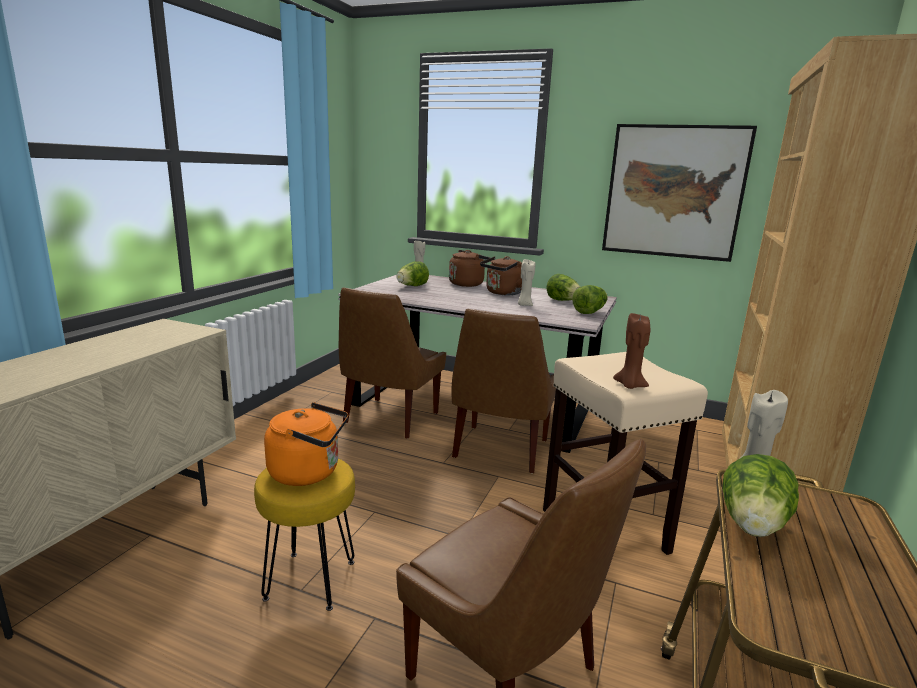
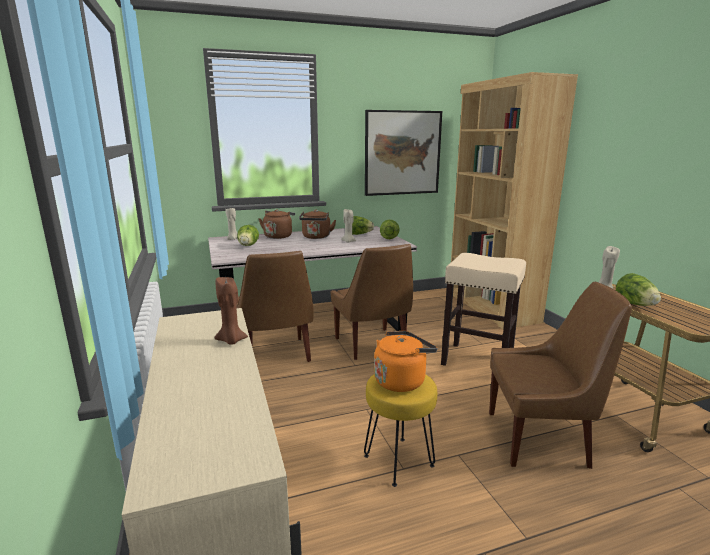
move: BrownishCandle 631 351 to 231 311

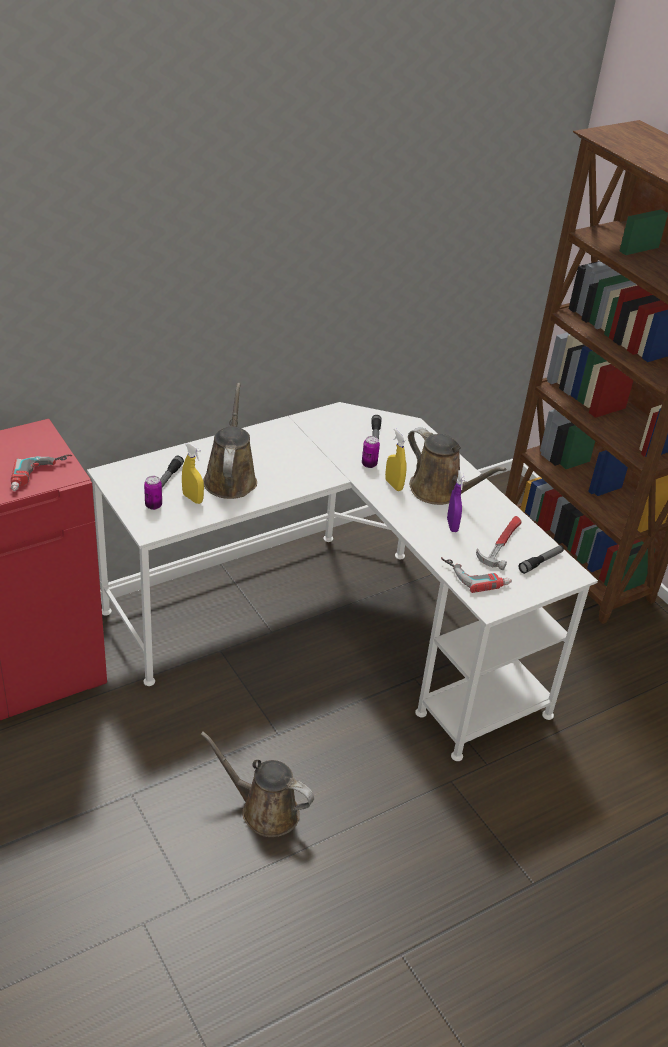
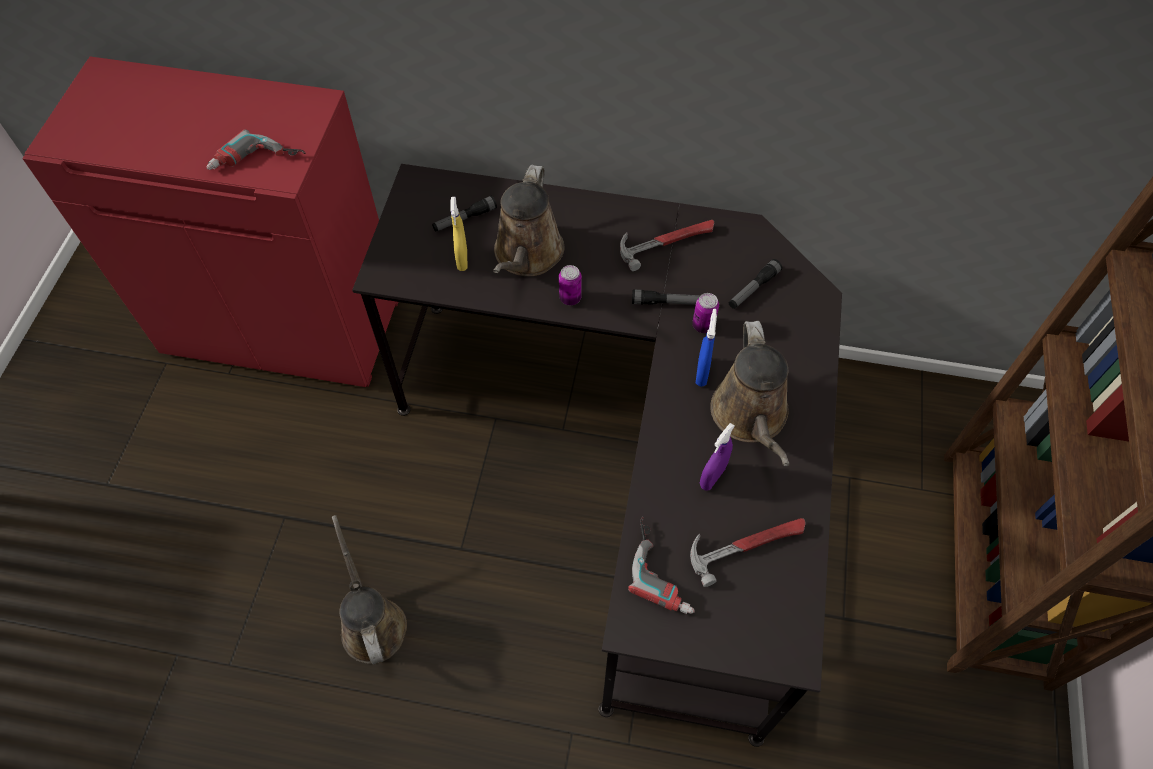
insert: ToolHammer 667 245
move: Can 153 493 to 570 285; Torch 541 559 to 666 297
recolor: WhiteDeskTable 342 581 to BlackDeskTable 597 455; YellowColouredSprayer 396 459 to BlueColouredSprayer 706 348
rotate: BrownishSprinklingCan 230 441 = 528 220 150 degrees clockwise

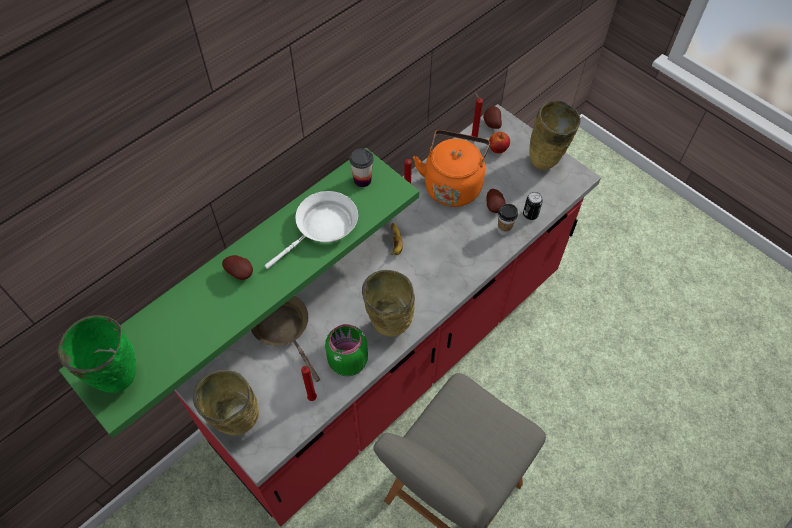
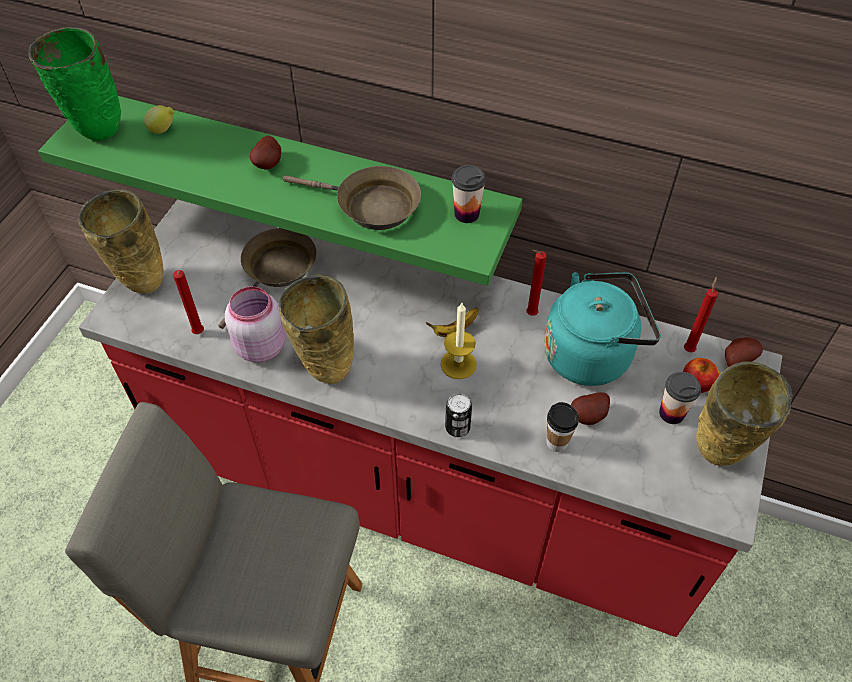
insert: Lemon 159 119; Candle 459 341; Cup 680 398
move: Can 533 206 to 458 415
recolor: WhiteSkillet 311 230 to BrownishSkillet 352 198; GreenishStorageJar 346 350 to PinkColouredStorageJar 255 325; OrangeTeaKettle 451 168 to BlueGreenTeaKettle 602 329

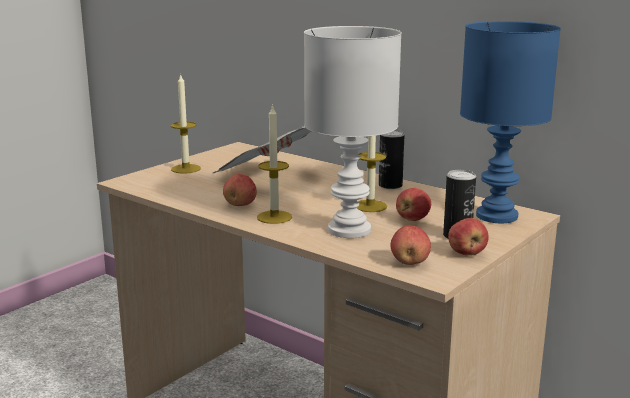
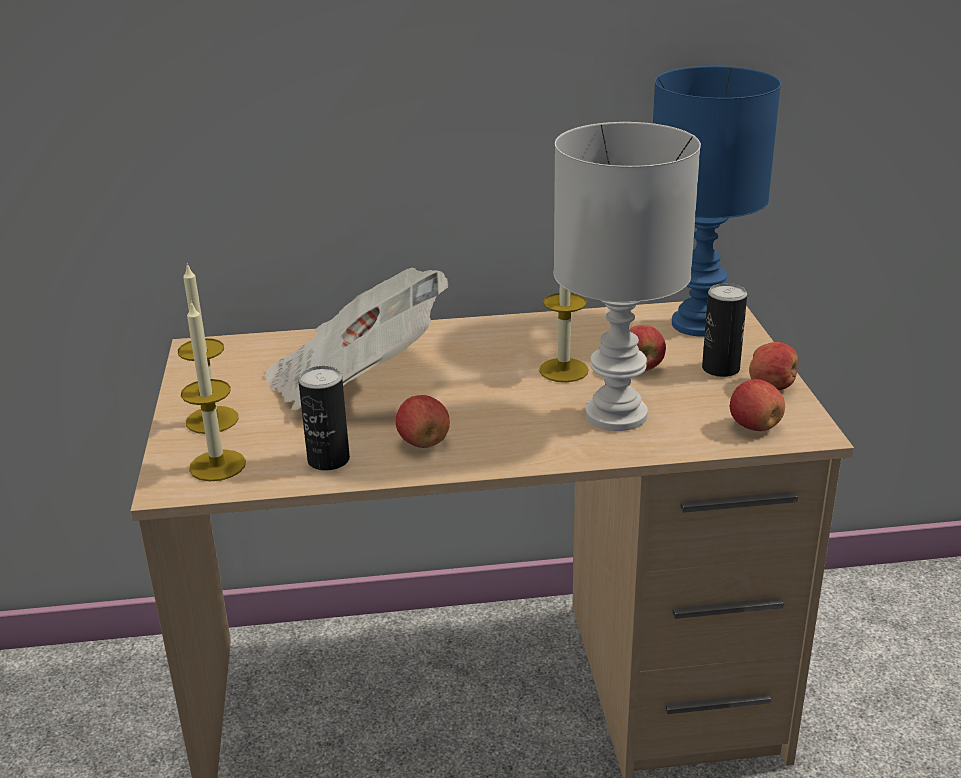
move: Candle 274 164 to 213 391; Can 391 159 to 324 418

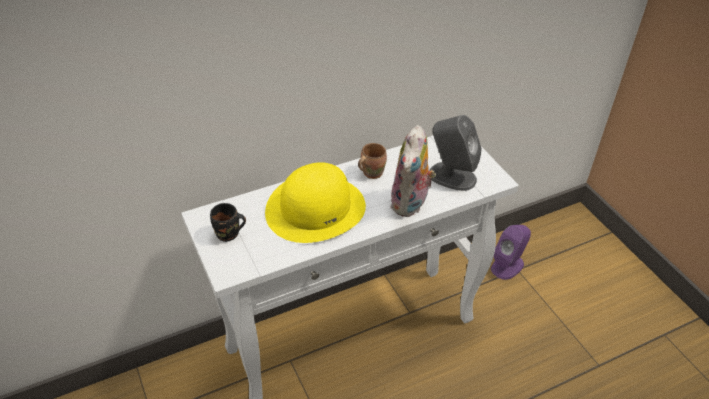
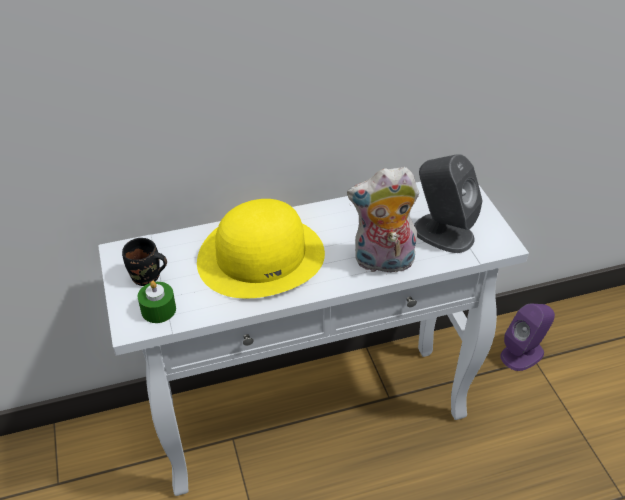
delete: BrownishMug 372 161
insert: GreenishCandle 157 302
rotate: CuddlyToy 413 171 = 383 222 60 degrees clockwise

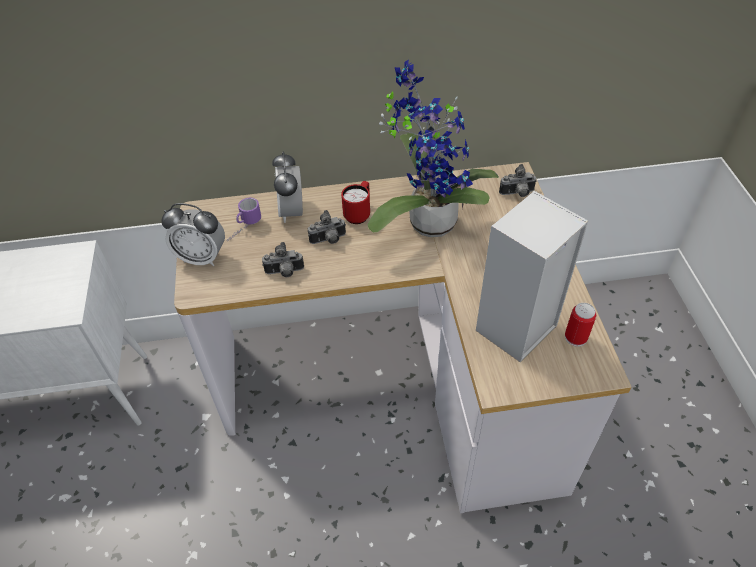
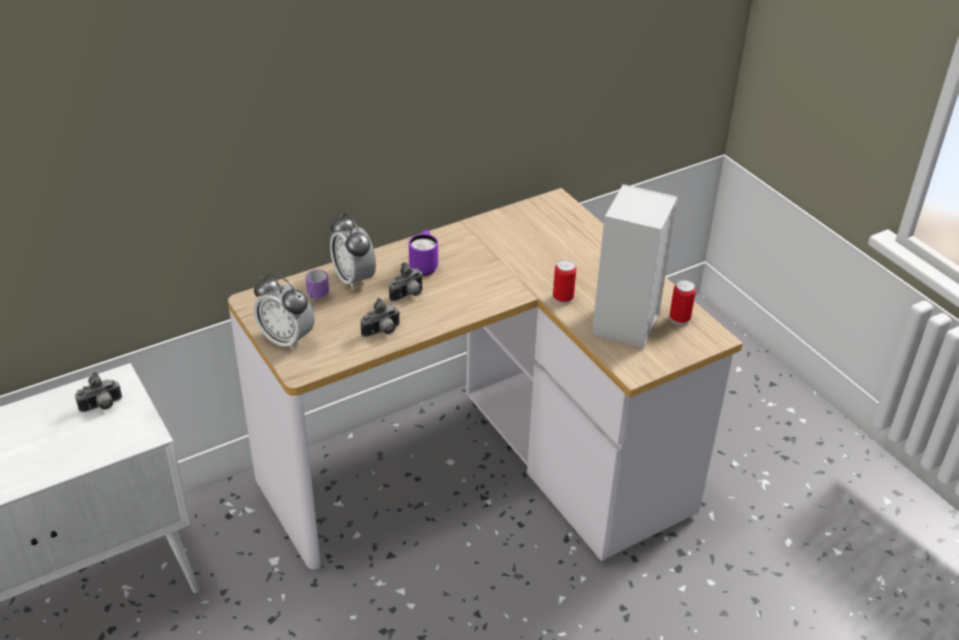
delete: Houseplant 433 148
insert: Can 564 282
move: PhotoCamera 518 180 to 98 392
recolor: RedMug 355 202 to PurplishMug 423 253
rotate: AlarmClock 193 234 = 284 312 45 degrees clockwise

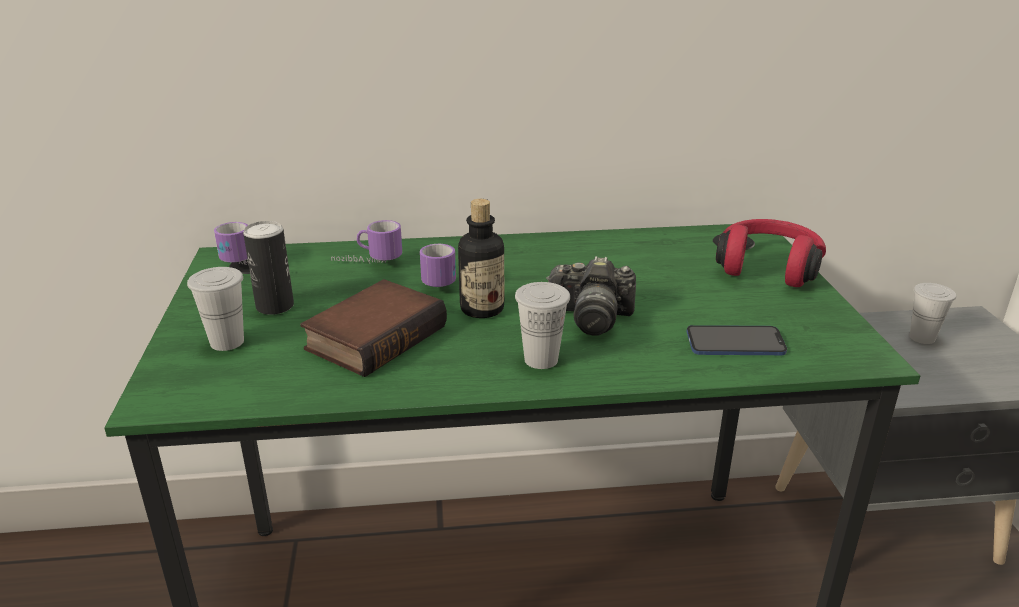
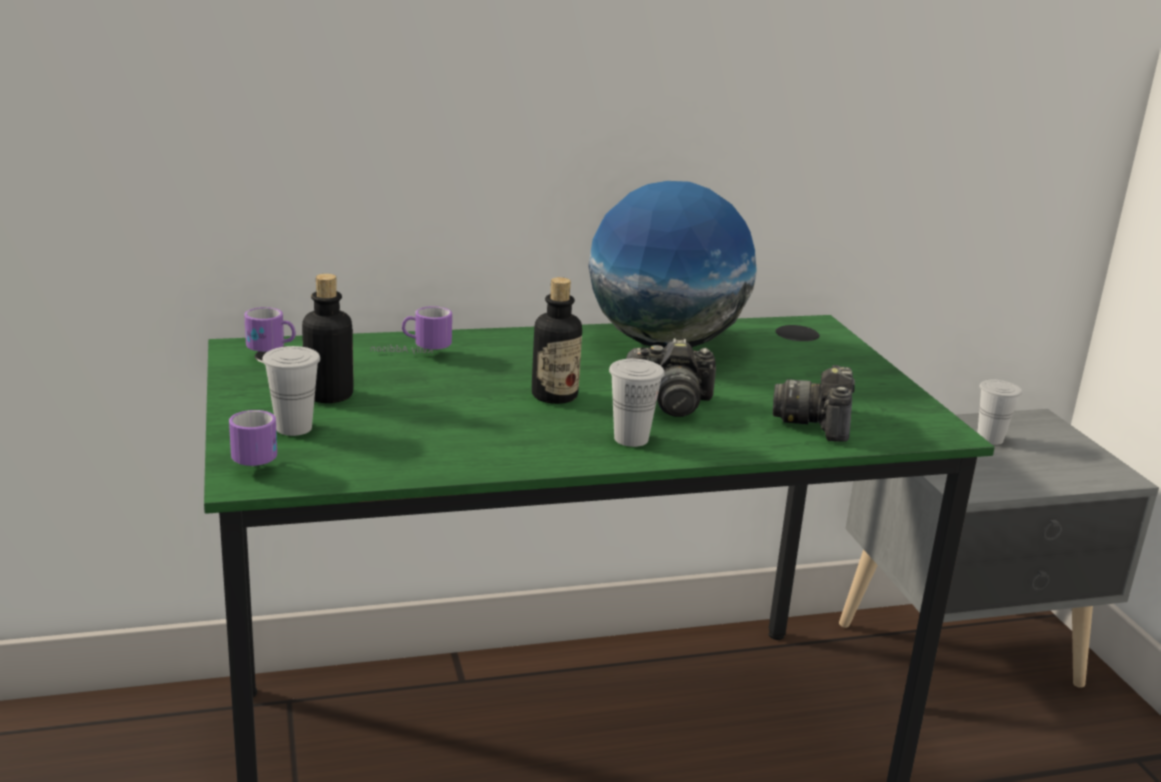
delete: Volume 373 328; RedHeadphones 771 253
insert: WorldGlobe 672 264
move: Mug 438 266 to 253 438
replace: Can 268 268 to Bottle 328 338; Phone 737 340 to PhotoCamera 814 403

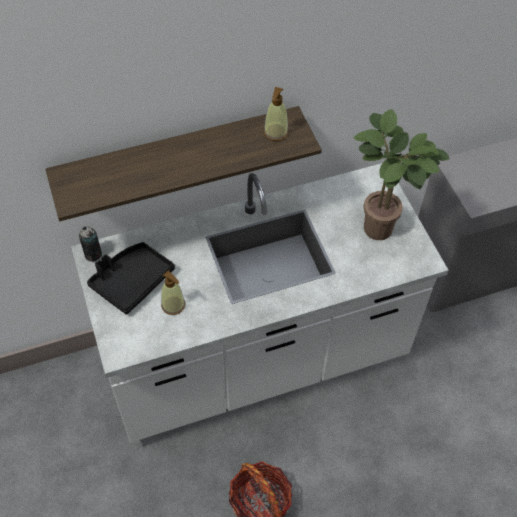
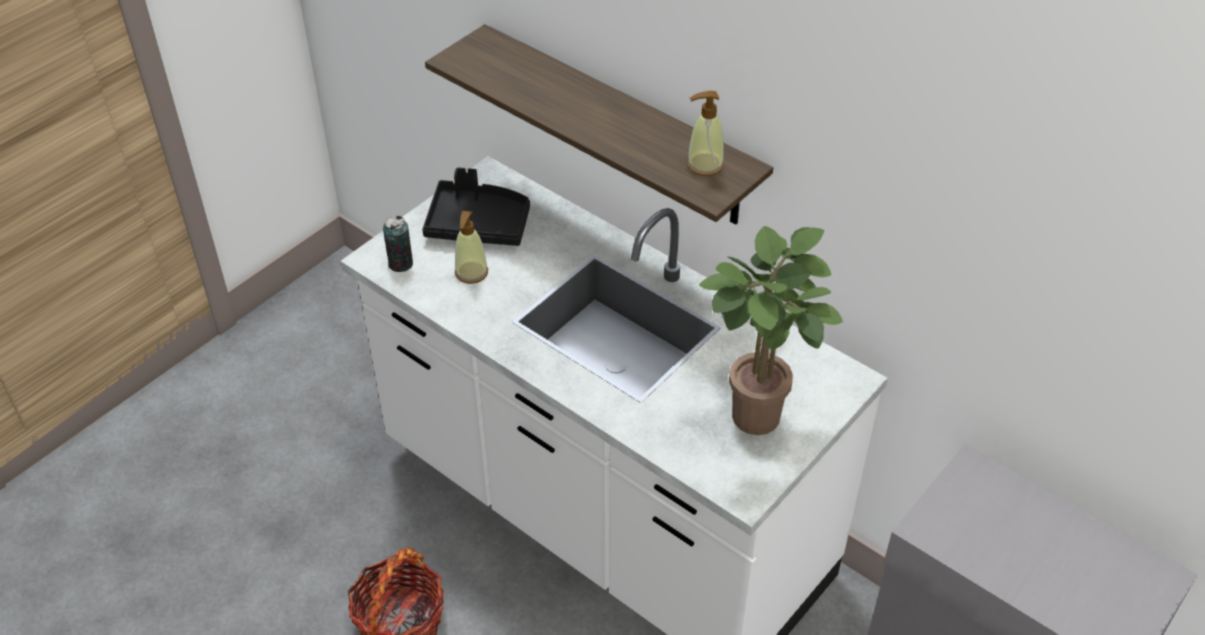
move: Can 90 244 to 398 244

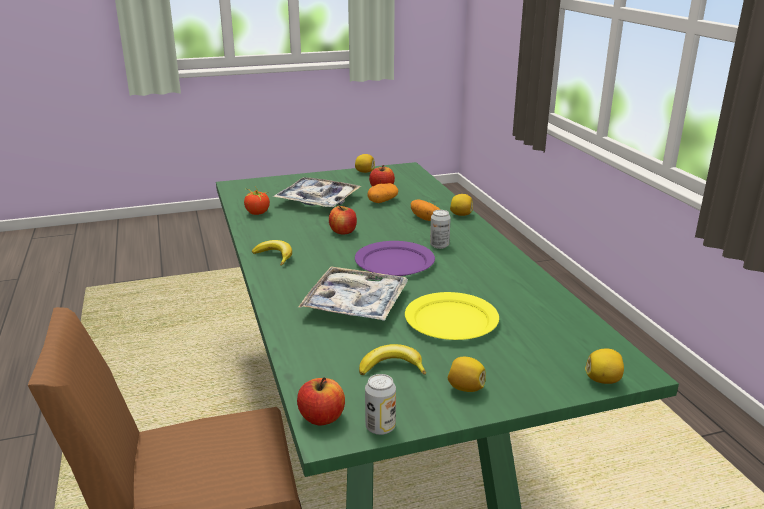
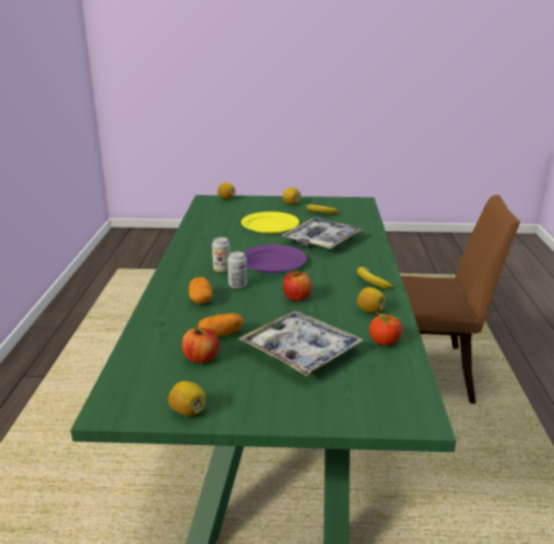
delete: AppleFruit 321 401
move: Can 380 404 to 237 270; Lemon 461 205 to 371 300

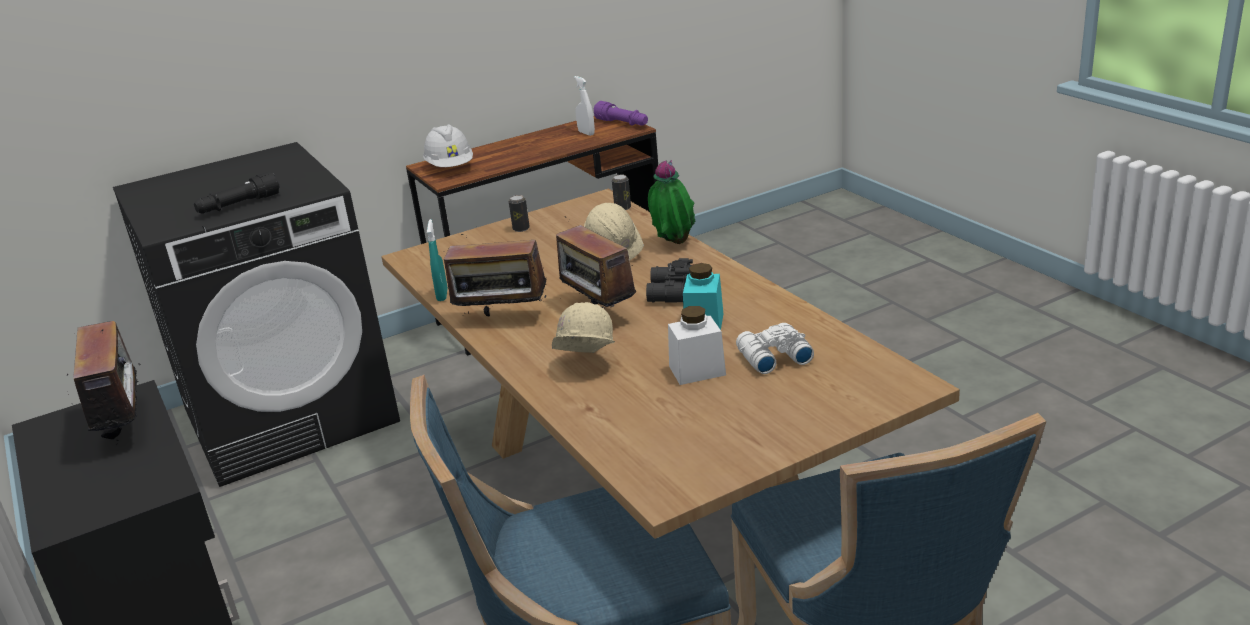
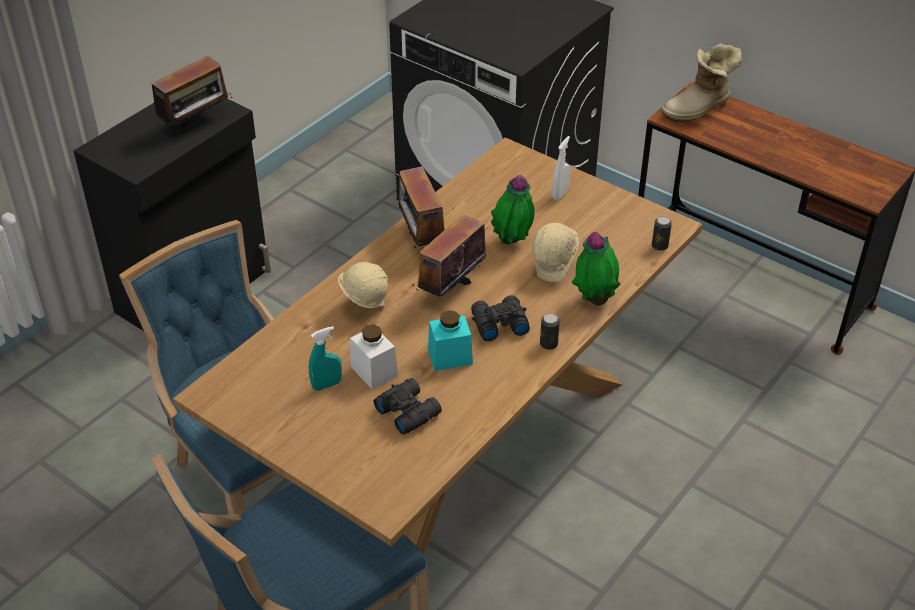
delete: BlackTorch 237 192; PurplishTorch 621 113
insert: Houseplant 513 209
move: BlueGreenSprayer 437 260 to 325 358; Can 519 213 to 550 331; WhiteSprayer 584 106 to 561 168
replace: WhiteHardHat 448 145 to TallBoot 702 82
recolor: WhiteBinoculars 775 348 to BlackBinoculars 408 406

